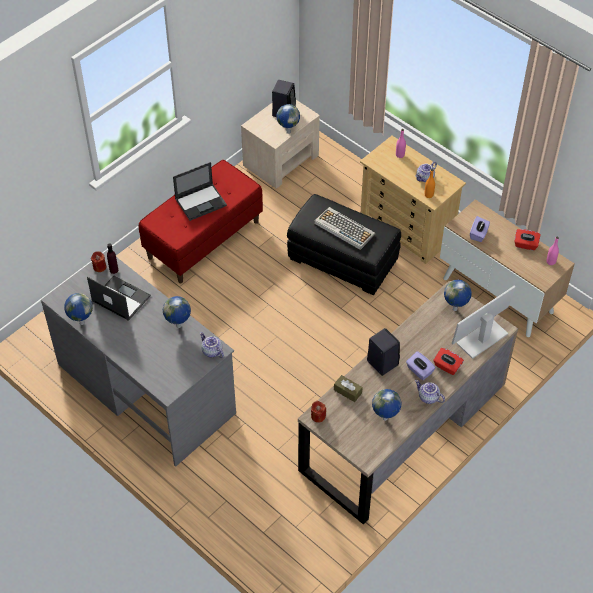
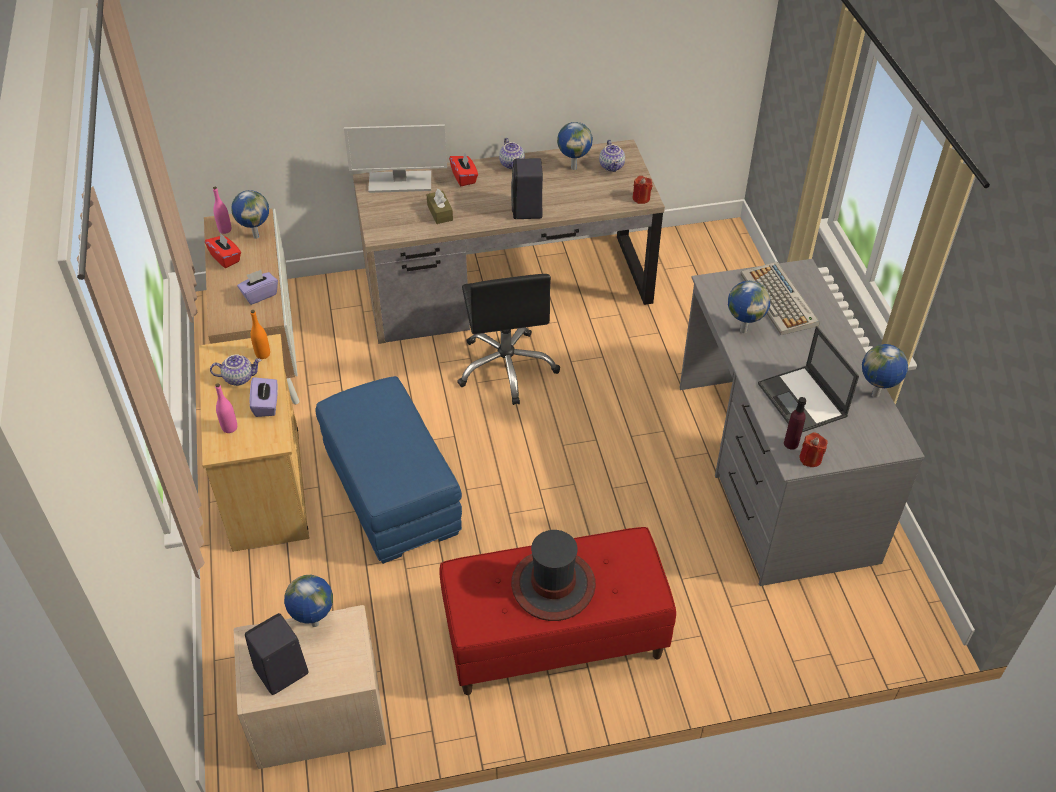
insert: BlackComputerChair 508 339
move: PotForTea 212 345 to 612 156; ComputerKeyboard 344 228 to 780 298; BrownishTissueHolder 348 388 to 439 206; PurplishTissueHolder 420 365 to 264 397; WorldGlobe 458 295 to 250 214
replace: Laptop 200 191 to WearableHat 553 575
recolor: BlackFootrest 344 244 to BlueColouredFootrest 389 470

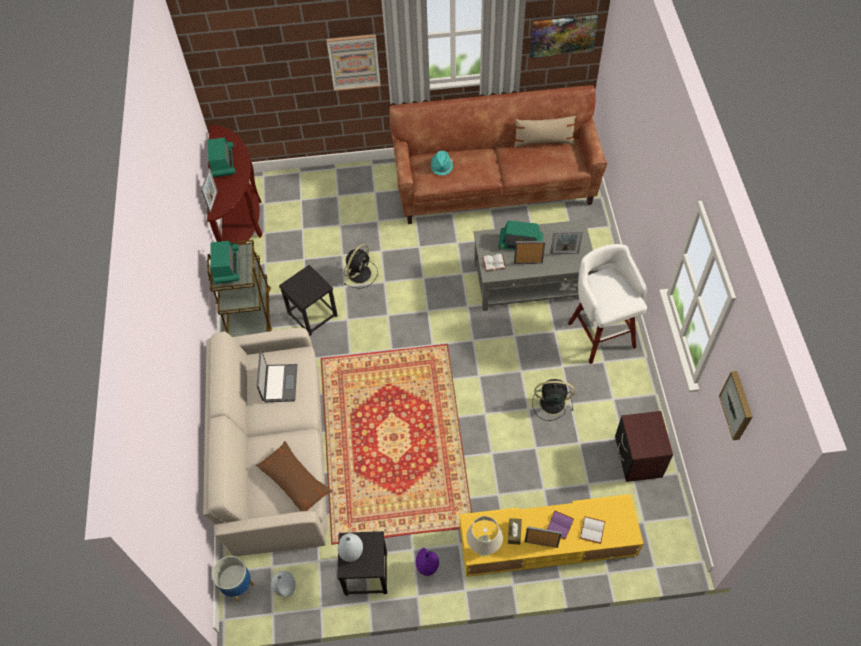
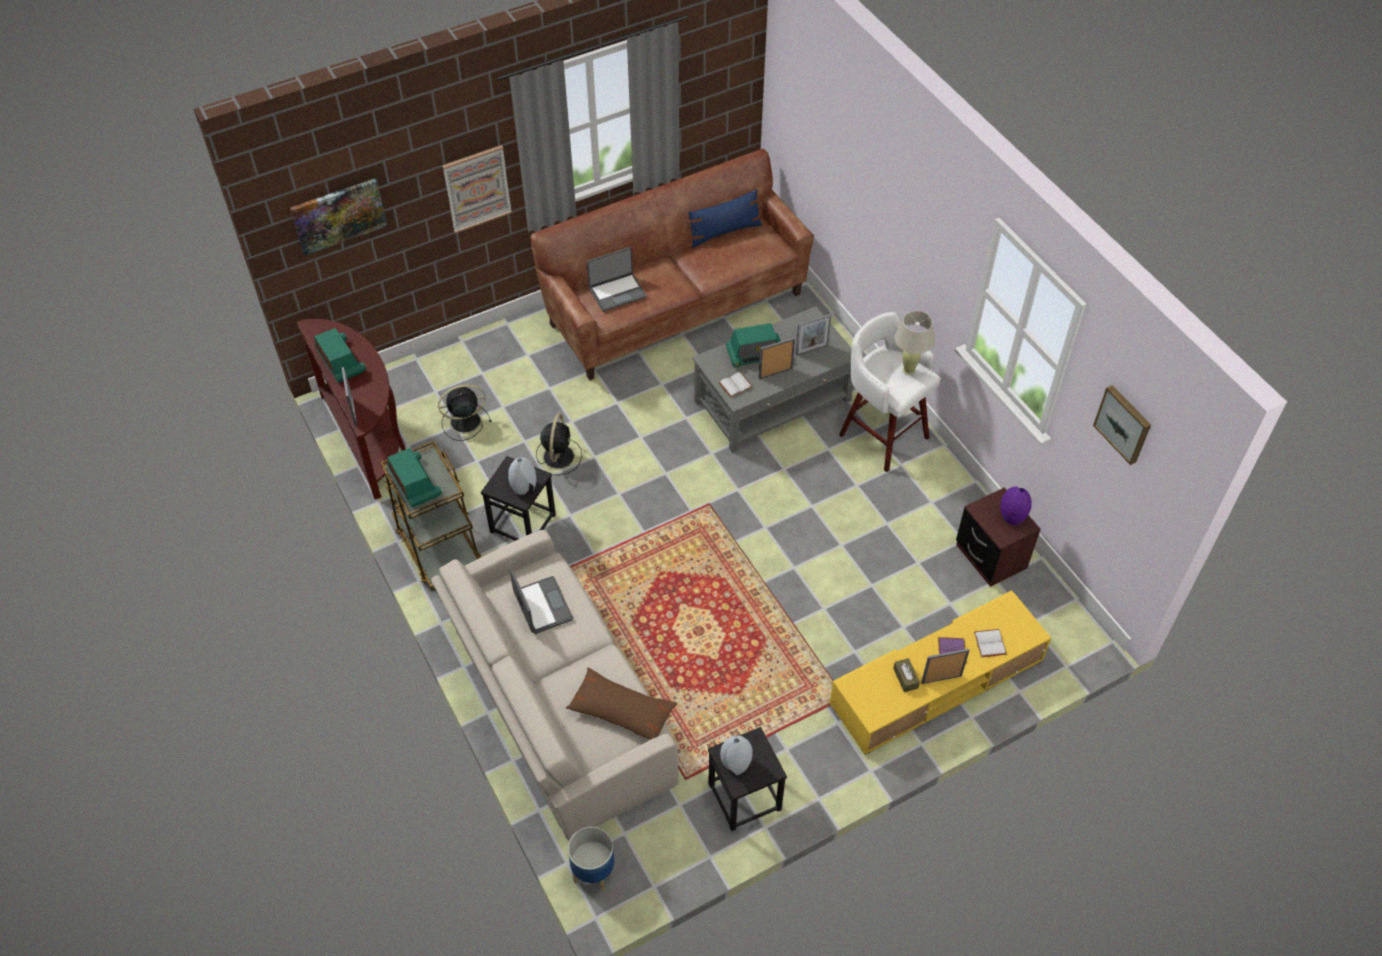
move: GreyDecorativeVase 283 584 to 522 476; PurplishDecorativeVase 427 562 to 1016 505; SandColouredTabletopLamp 484 536 to 915 343; WallArt 564 36 to 338 216; BlackFan 553 400 to 465 412
replace: BlueGreenWearableHat 442 163 to Laptop 617 279
recolor: SandColouredCushion 545 131 to BlueColouredCushion 725 218

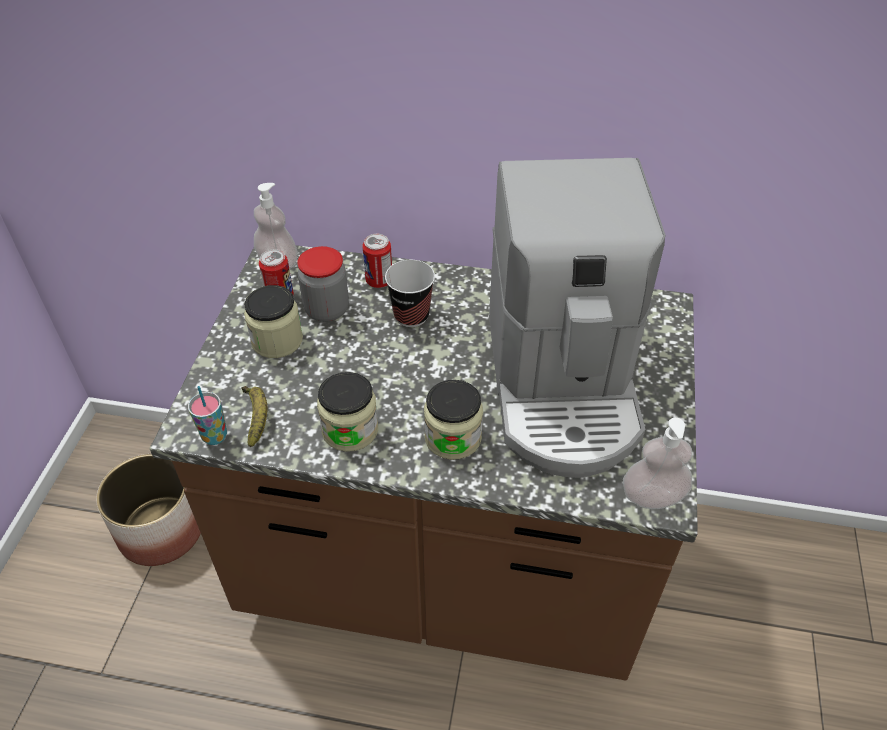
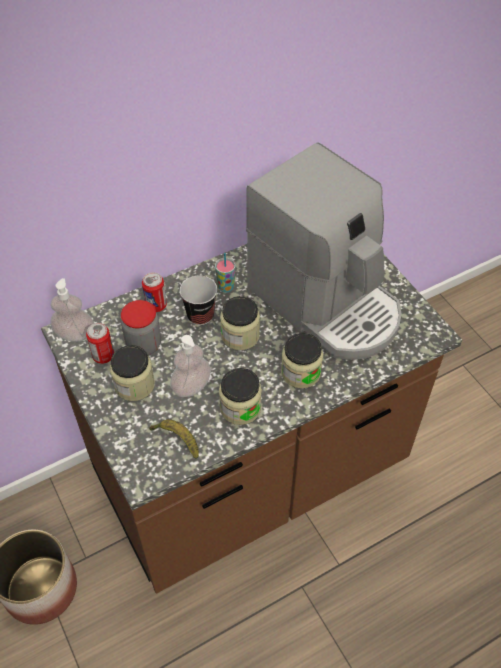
insert: StorageJar 240 323
move: Cup 207 415 to 225 273; SoapDispenser 658 463 to 190 366

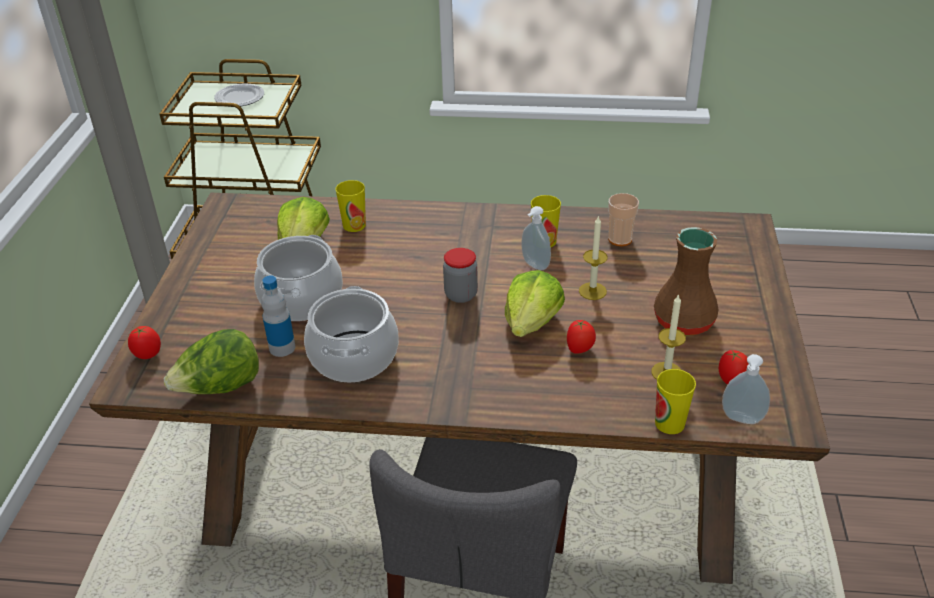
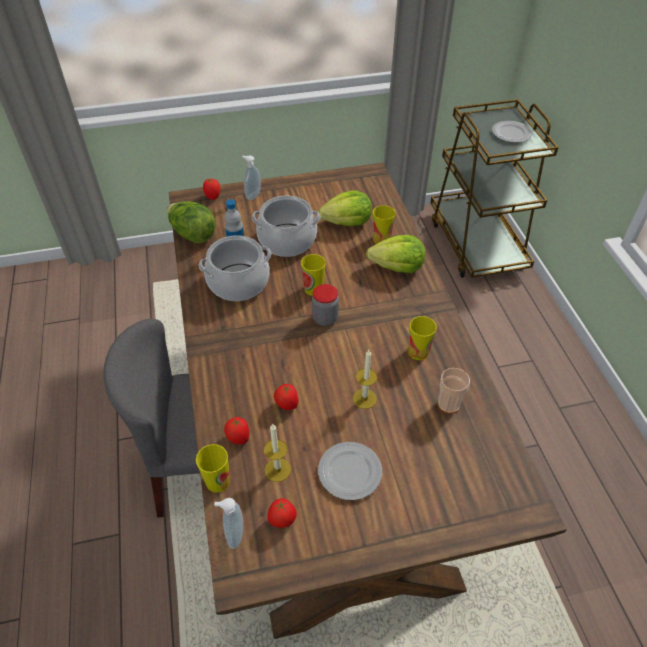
insert: Tomato 236 430; Cup 313 275
move: LettuceHead 535 303 to 395 254; SoapDispenser 536 238 to 251 177
replace: BrownishDecorativeVase 686 281 to Plate 350 471

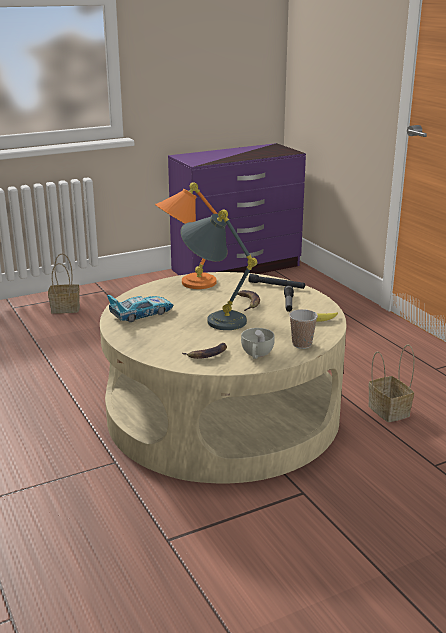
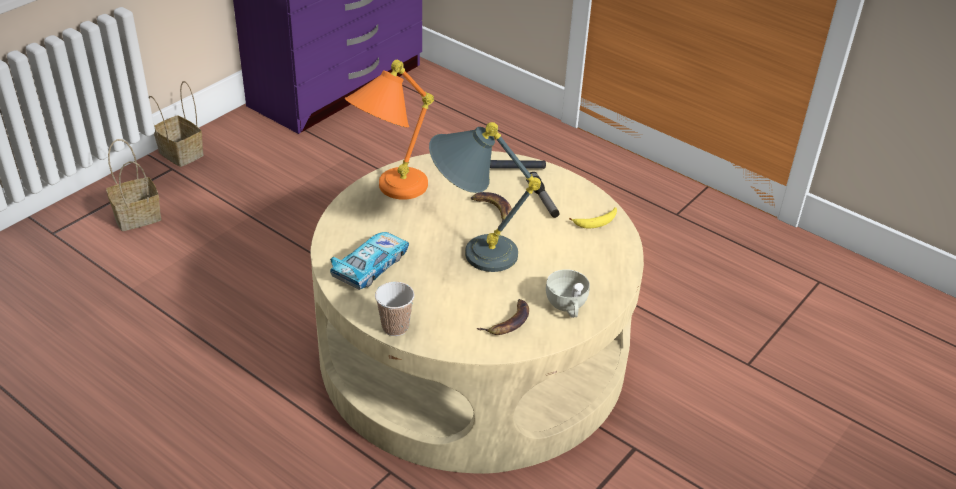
move: Cup 303 329 to 395 309; StorageBasket 391 383 to 176 124

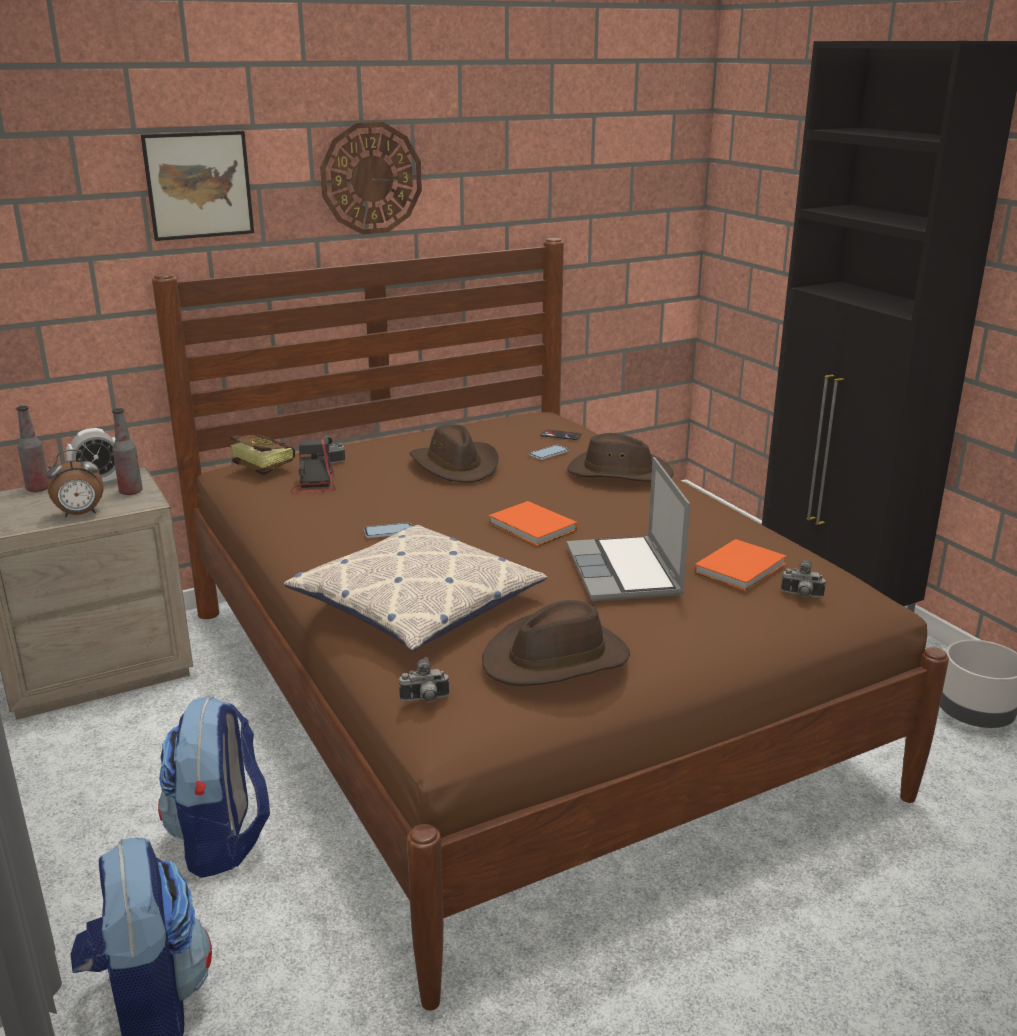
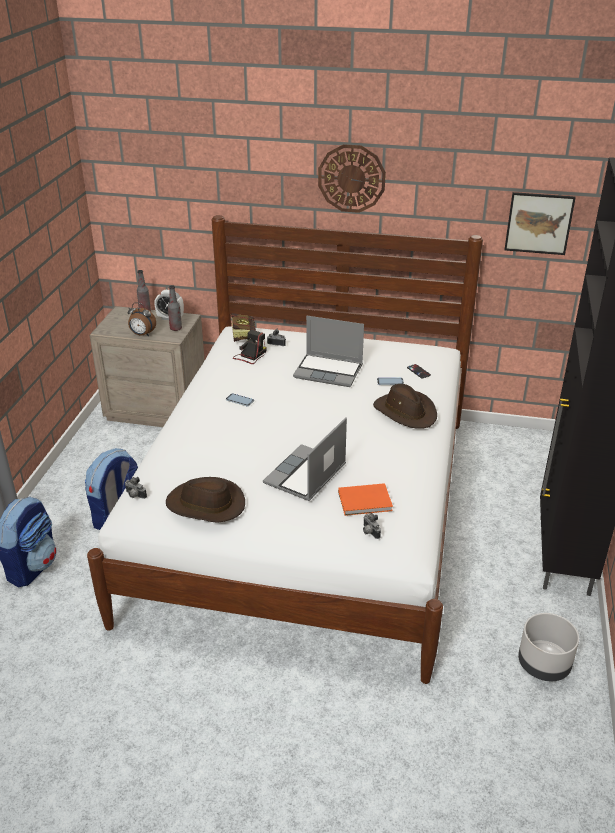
delete: Cushion 415 588; OrangeVolume 533 523
move: WallArt 197 186 to 540 223
replace: BrownishWearableHat 454 453 to Laptop 328 351
recolor: BrownishBed 550 624 to WhiteBed 285 449

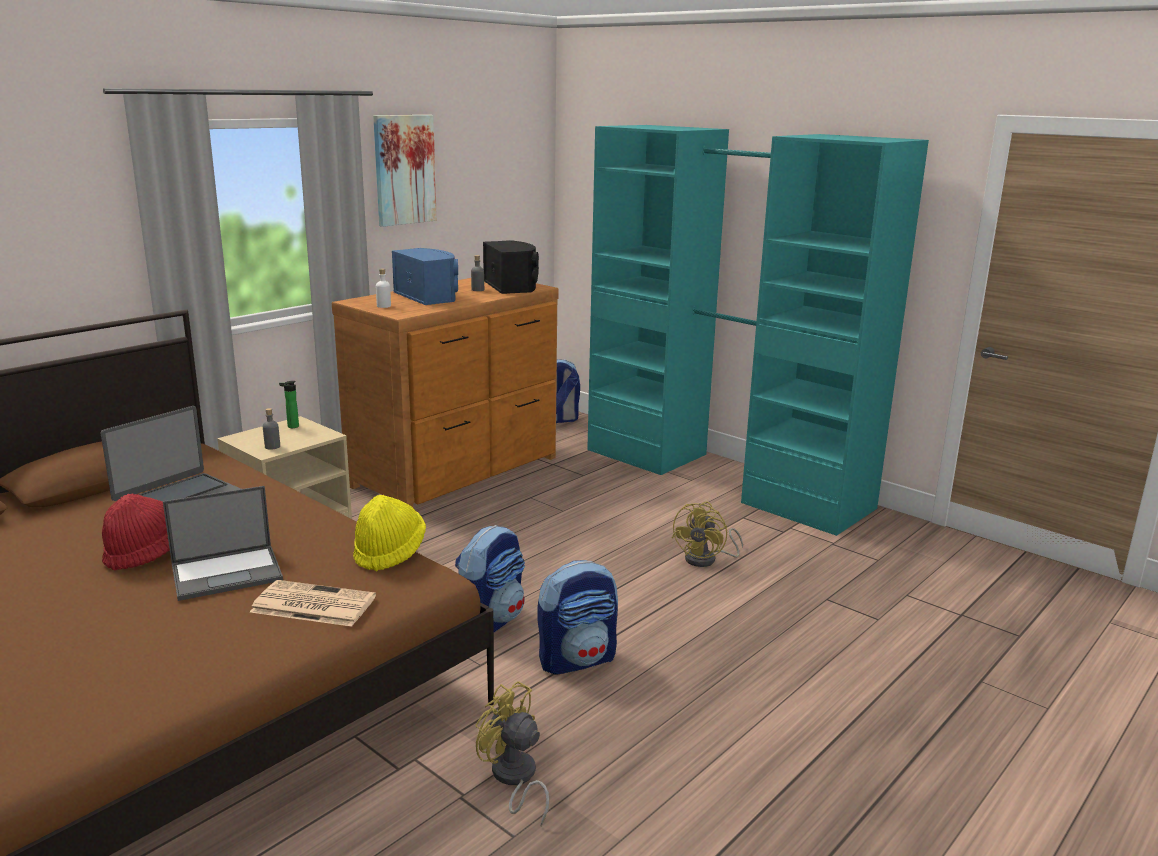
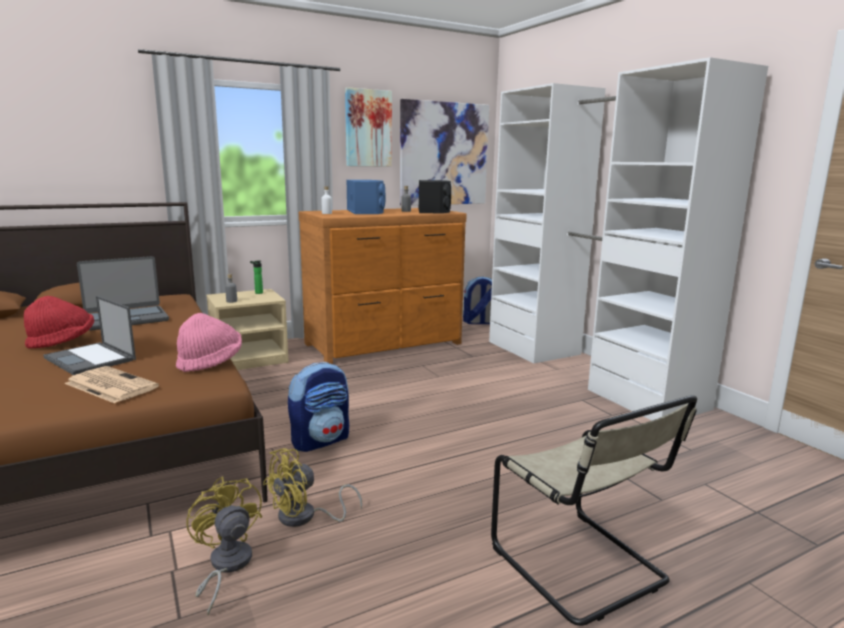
delete: Knapsack 577 617
insert: WallArt 444 152; SandColouredUprightChair 594 510
move: YellowColouredFan 707 534 to 312 487
recolor: YellowColouredWearableHat 389 533 to PinkColouredWearableHat 209 342; BlueGreenWardrobe 758 330 to WhiteWardrobe 628 239
rotate: Laptop 223 543 = 89 335 45 degrees clockwise

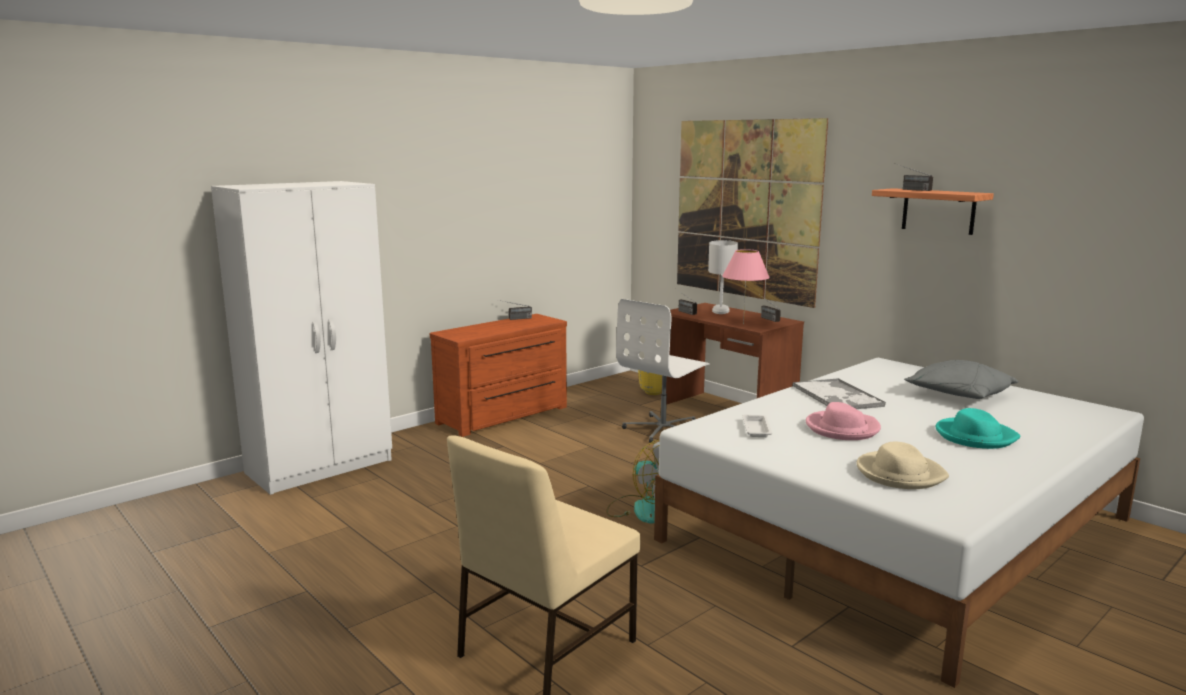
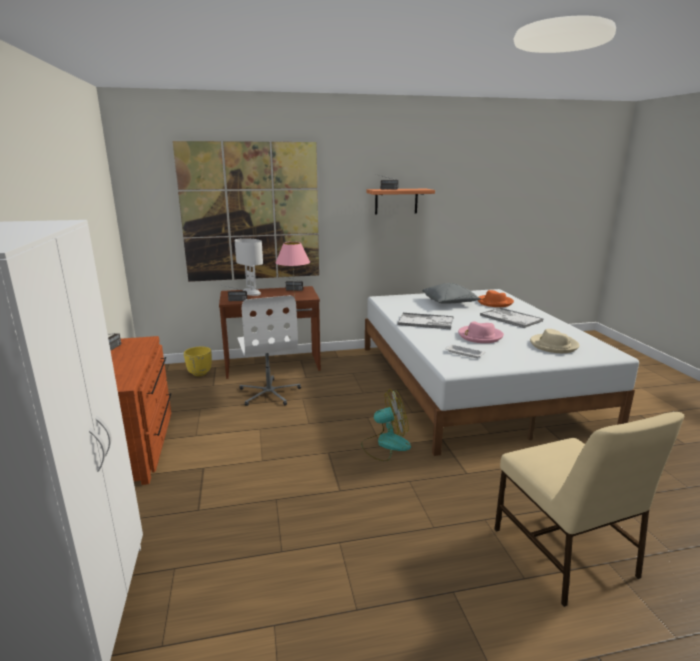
insert: OrangeWearableHat 495 298
replace: BlueGreenWearableHat 978 428 to ServingTray 511 317

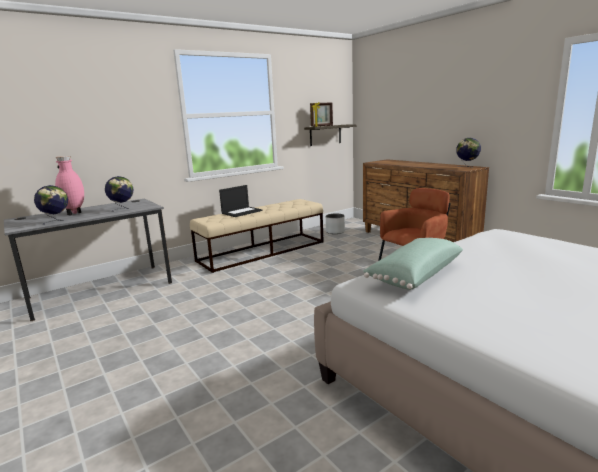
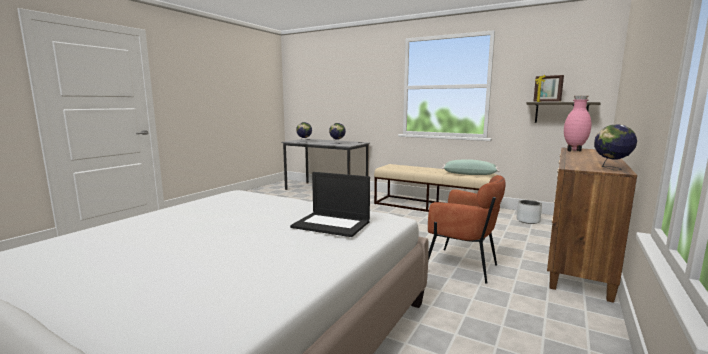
move: PinkColouredDecorativeVase 69 186 to 578 123; Laptop 241 201 to 330 204; GreenishCushion 413 264 to 470 167

